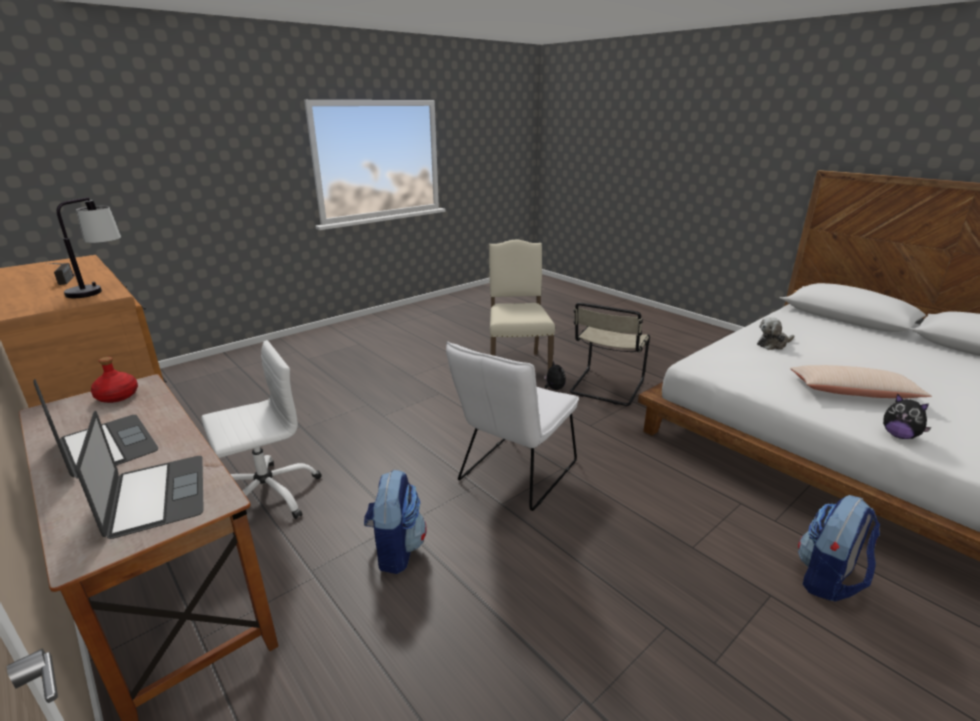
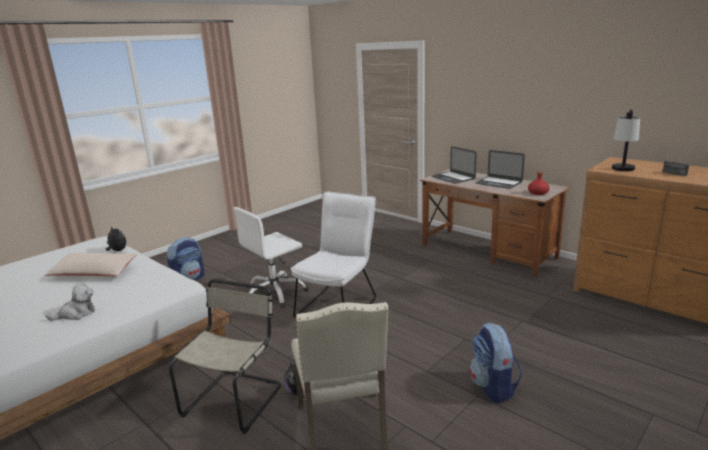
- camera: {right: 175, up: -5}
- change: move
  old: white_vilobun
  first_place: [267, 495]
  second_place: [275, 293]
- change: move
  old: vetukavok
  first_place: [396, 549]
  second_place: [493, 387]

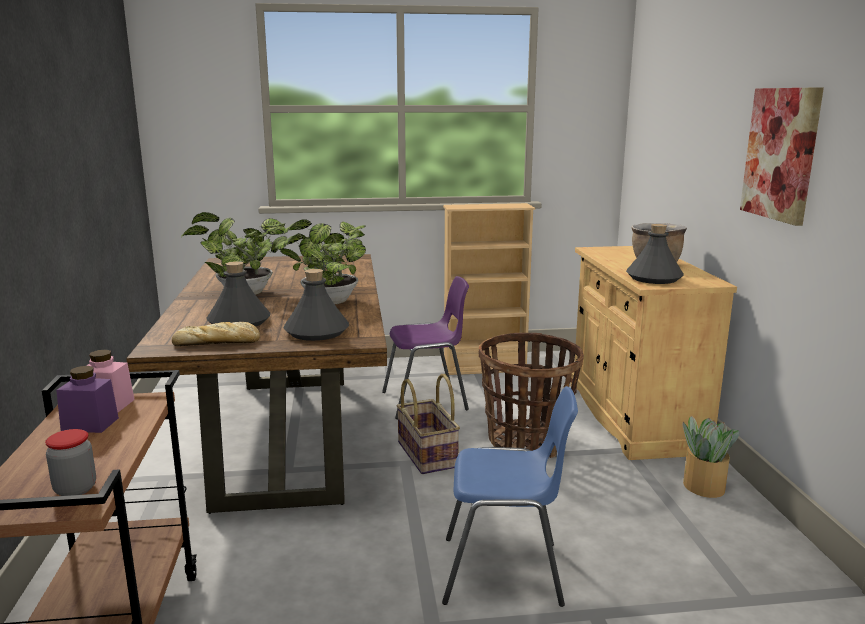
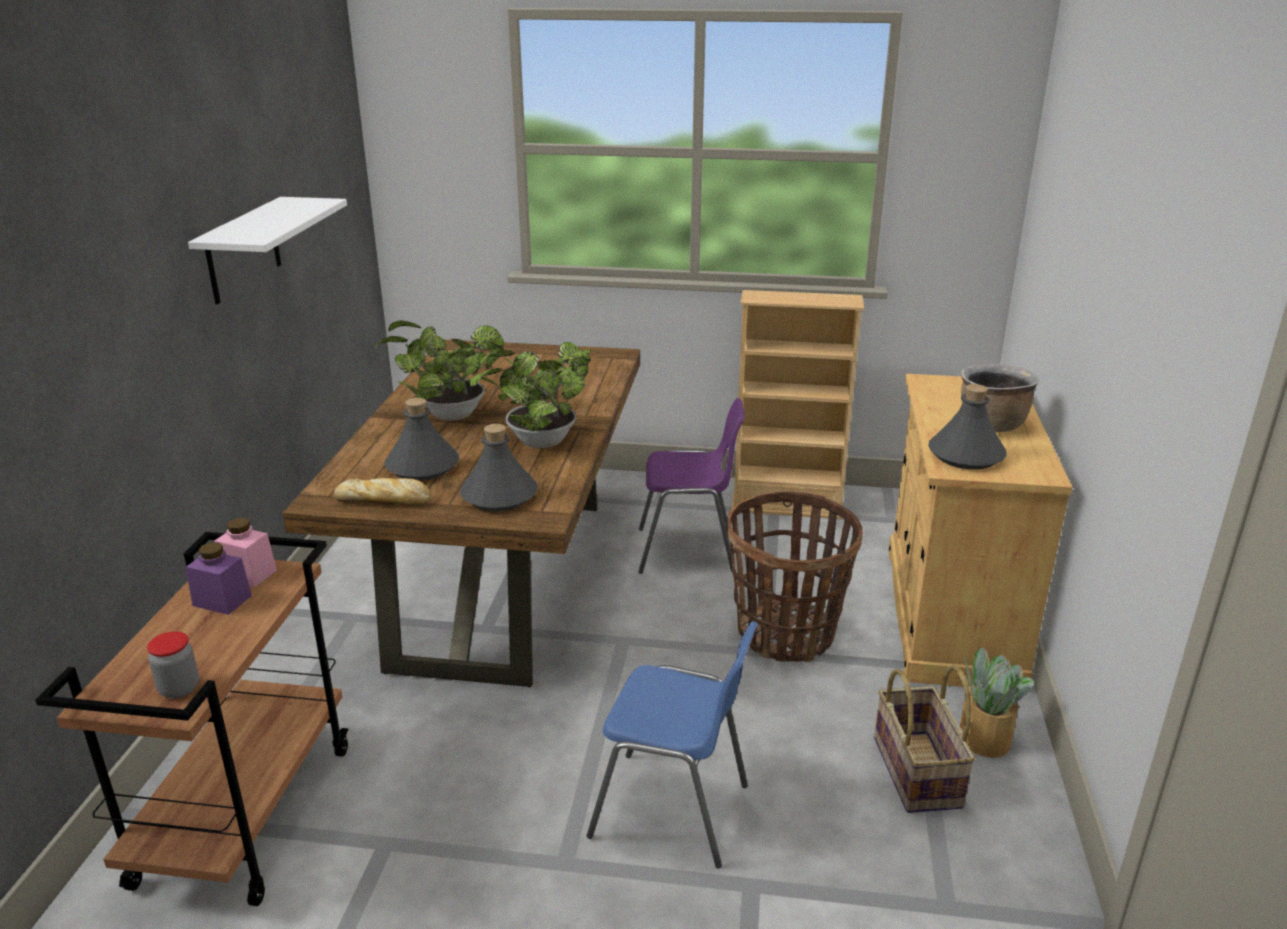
- camera: {right: 15, up: 10}
- change: move
  old: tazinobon
  first_place: [428, 454]
  second_place: [919, 772]
- change: delete
  old: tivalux
  first_place: [781, 154]
- change: insert
  new: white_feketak
  second_place: [243, 250]

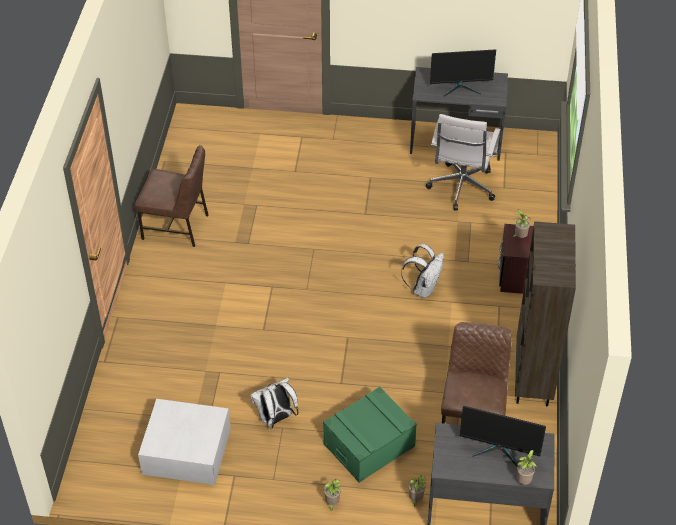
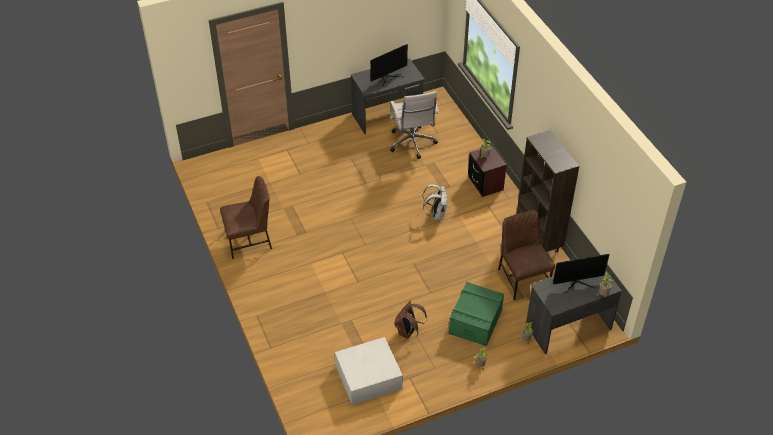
- camera: {right: -30, up: 0}
- change: recolor
  old: white_vetukavok
  new: brown_vetukavok
  first_place: [276, 419]
  second_place: [408, 332]

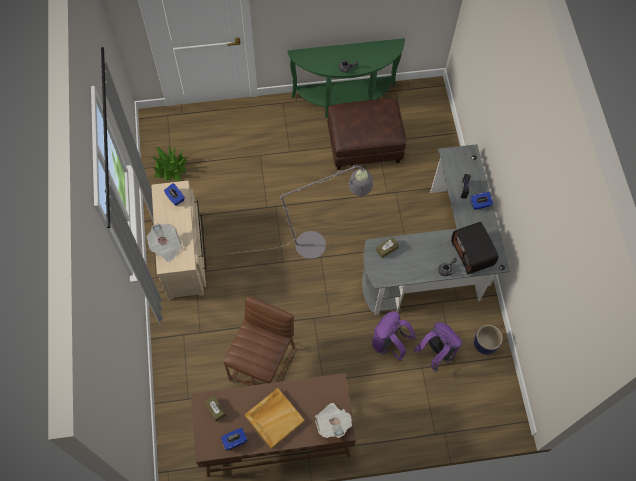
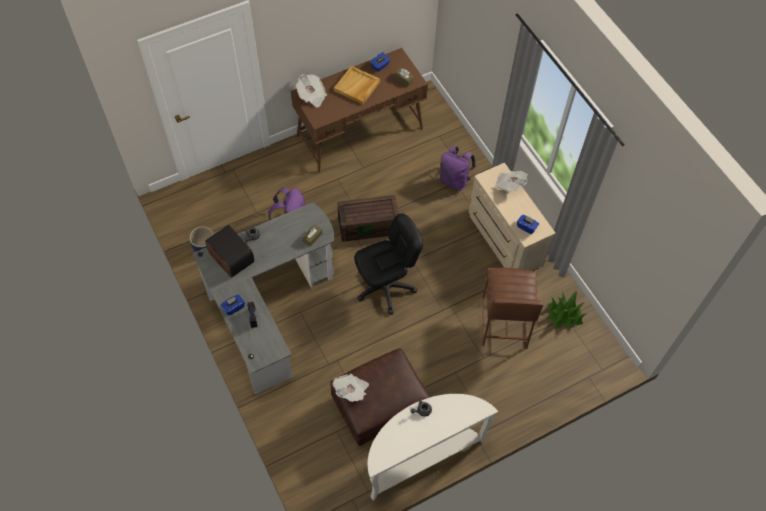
- camera: {right: 160, up: -5}
- change: move
  old: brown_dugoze
  first_place: [263, 364]
  second_place: [503, 323]
- change: replace
  old: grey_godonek
  new: black_vilobun
  first_place: [319, 243]
  second_place: [386, 288]
- change: recolor
  old: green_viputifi
  new: white_viputifi
  first_place: [345, 101]
  second_place: [420, 455]
- change: move
  old: purple_vetukavok
  first_place: [436, 353]
  second_place: [454, 180]
- change: insert
  new: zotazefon
  second_place: [351, 391]
- change: insert
  new: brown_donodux
  second_place: [369, 225]

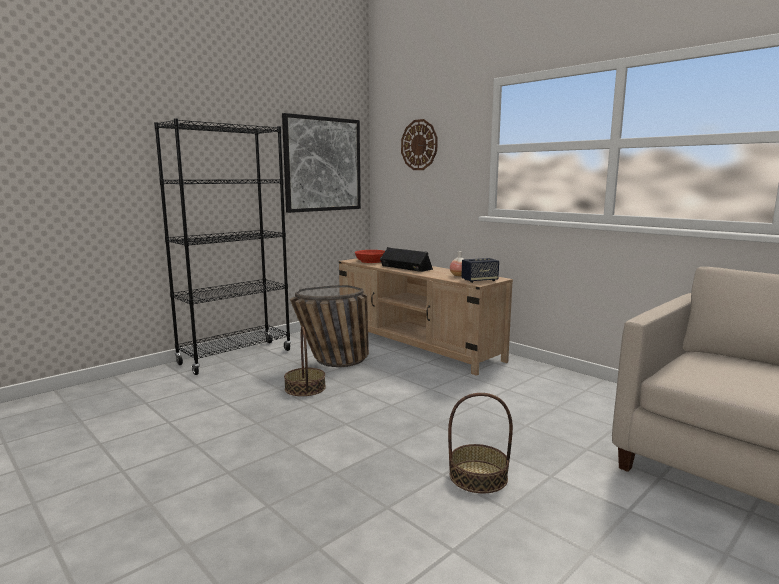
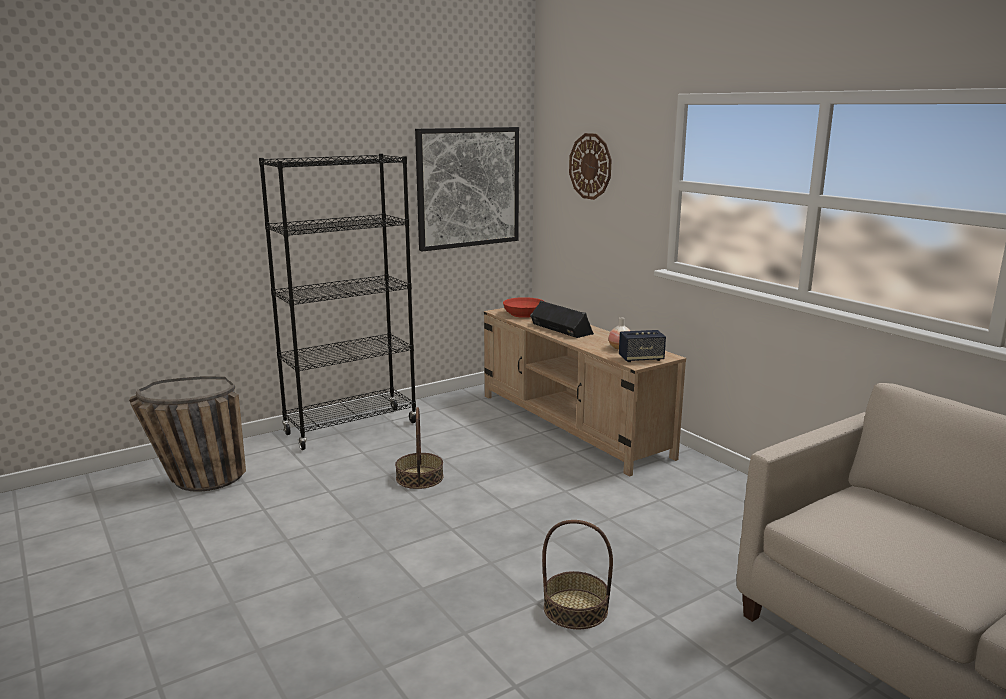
- camera: {right: 10, up: 5}
- change: move
  old: tazinobon
  first_place: [332, 362]
  second_place: [191, 482]

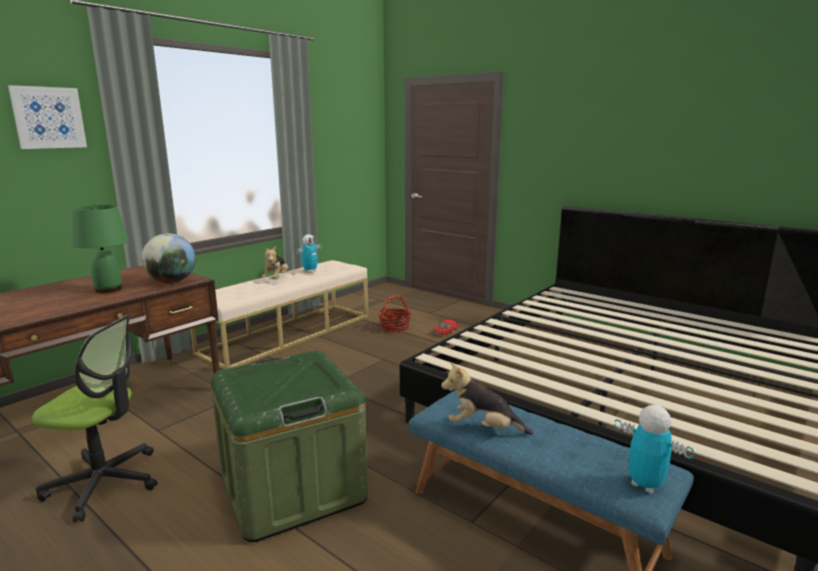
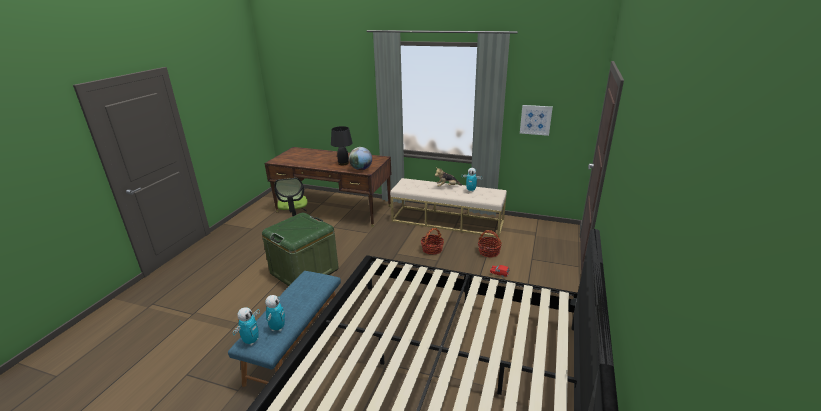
- camera: {right: 70, up: 10}
- change: move
  old: tivalux
  first_place: [48, 117]
  second_place: [535, 120]
- change: recolor
  old: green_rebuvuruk
  new: black_rebuvuruk
  first_place: [109, 290]
  second_place: [343, 163]
- change: delete
  old: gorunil
  first_place: [483, 428]
- change: insert
  new: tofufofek
  second_place: [277, 328]
- change: insert
  new: tazinobon
  second_place: [432, 249]

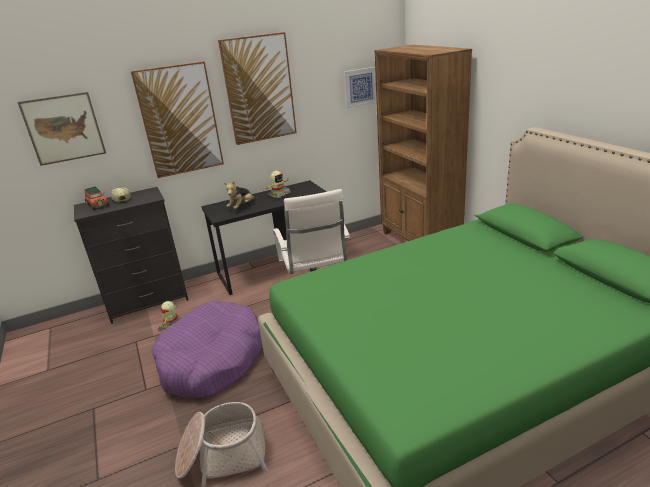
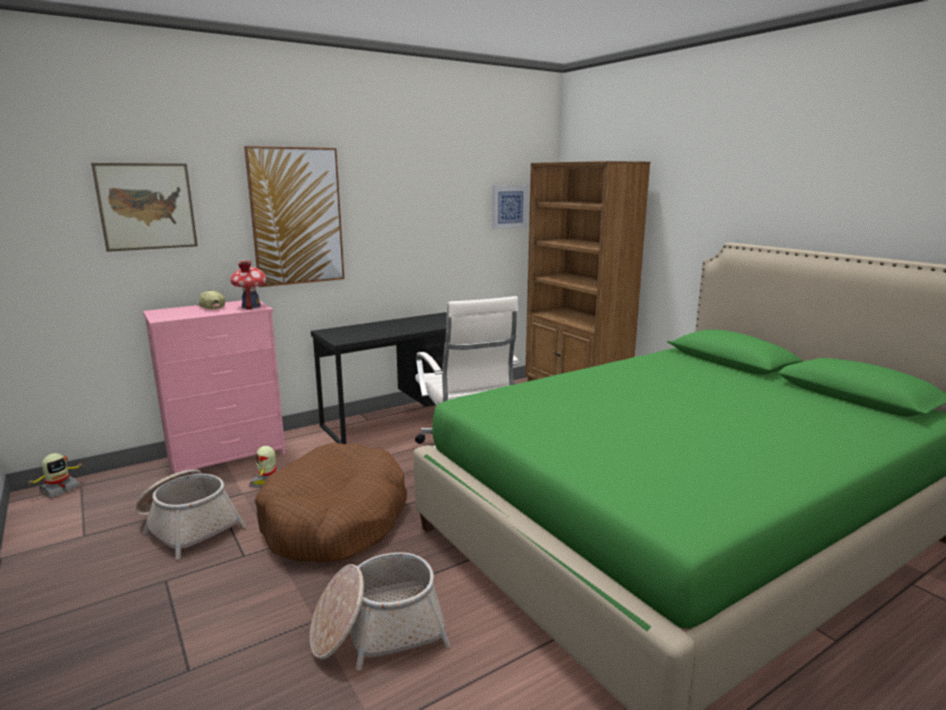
- camera: {right: -10, up: -10}
- change: recolor
  old: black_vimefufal
  new: pink_vimefufal
  first_place: [149, 302]
  second_place: [228, 456]
- change: delete
  old: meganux
  first_place: [97, 204]
- change: recolor
  old: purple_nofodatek
  new: brown_nofodatek
  first_place: [212, 360]
  second_place: [335, 520]
- change: delete
  old: tivalux
  first_place: [259, 89]
- change: delete
  old: gorunil
  first_place: [241, 206]
- change: move
  old: tofufofek
  first_place: [279, 194]
  second_place: [59, 489]
- change: insert
  new: tazinobon
  second_place: [189, 526]
- change: insert
  new: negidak
  second_place: [251, 306]

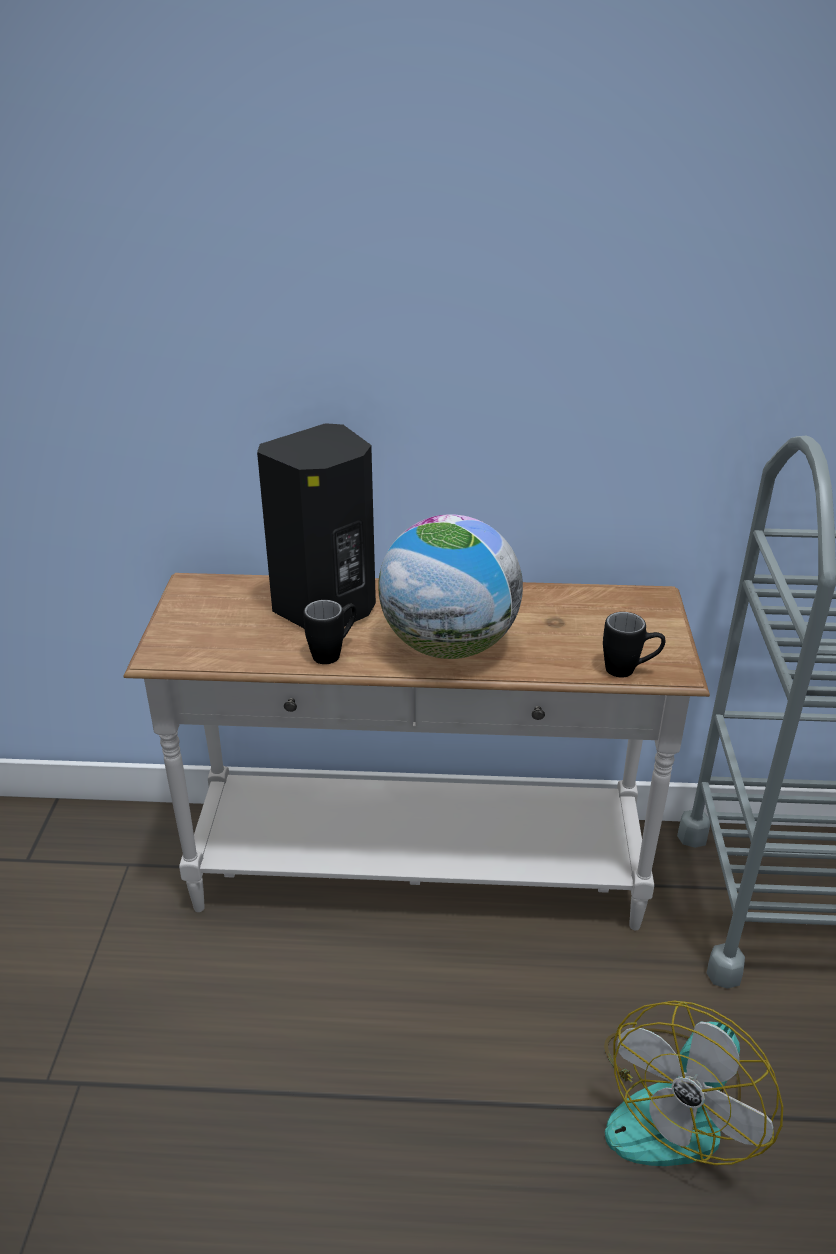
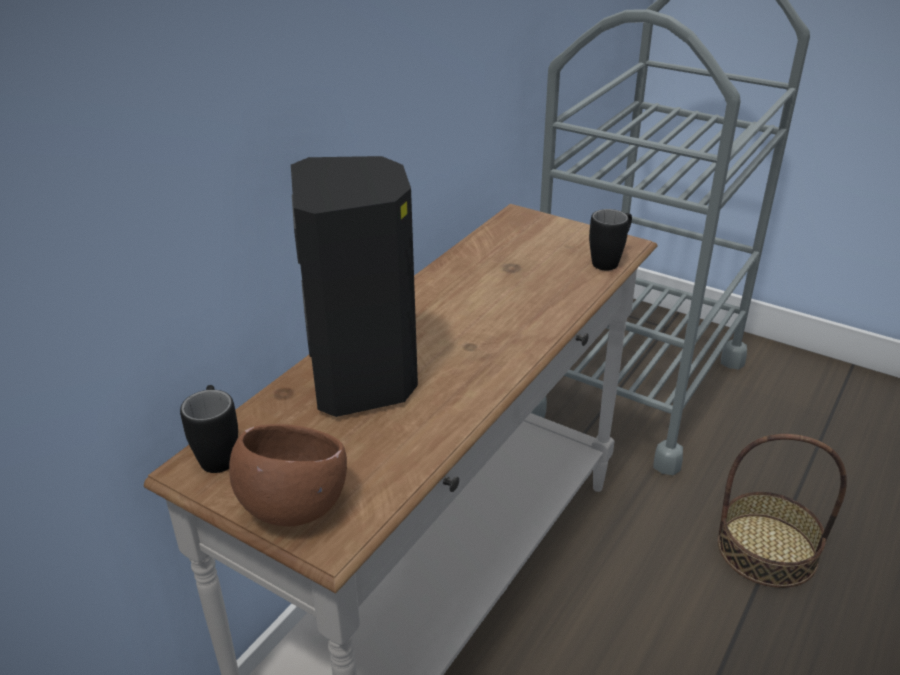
- camera: {right: -60, up: 0}
- change: move
  old: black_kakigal
  first_place: [334, 652]
  second_place: [218, 453]
- change: delete
  old: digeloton
  first_place: [449, 645]
- change: replace
  old: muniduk
  new: tazinobon
  first_place: [676, 1106]
  second_place: [767, 549]
- change: insert
  new: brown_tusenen
  second_place: [293, 508]

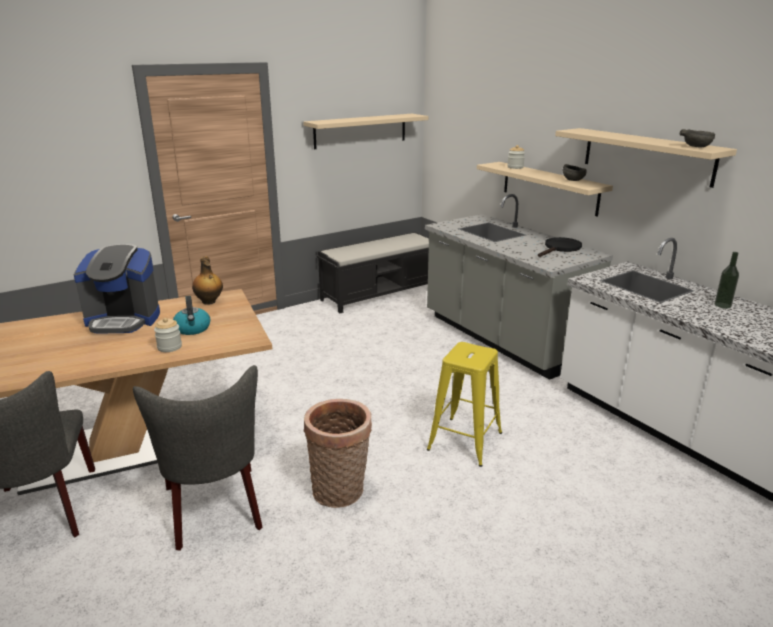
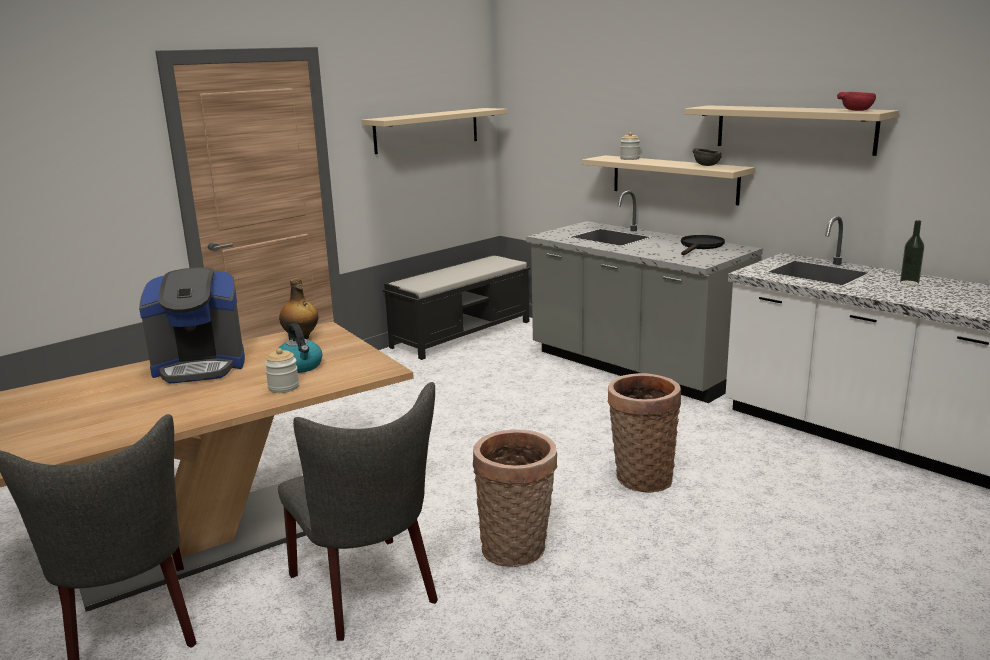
- camera: {right: -10, up: -5}
- change: replace
  old: yellow_dugoze
  new: tazinobon
  first_place: [465, 441]
  second_place: [641, 477]
- change: recolor
  old: grey_tusenen
  new: red_tusenen
  first_place: [696, 147]
  second_place: [856, 110]

